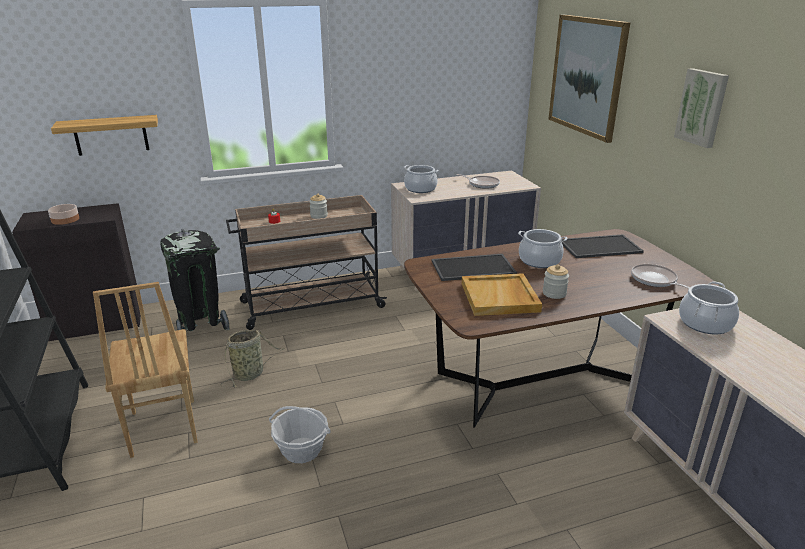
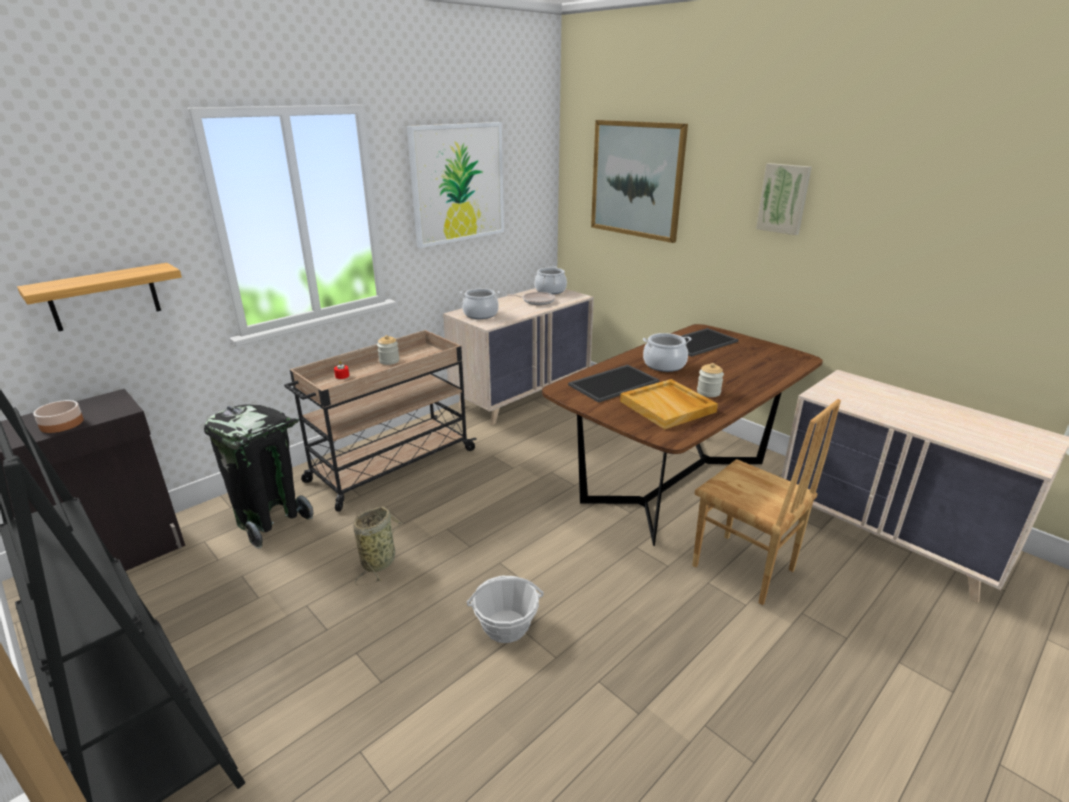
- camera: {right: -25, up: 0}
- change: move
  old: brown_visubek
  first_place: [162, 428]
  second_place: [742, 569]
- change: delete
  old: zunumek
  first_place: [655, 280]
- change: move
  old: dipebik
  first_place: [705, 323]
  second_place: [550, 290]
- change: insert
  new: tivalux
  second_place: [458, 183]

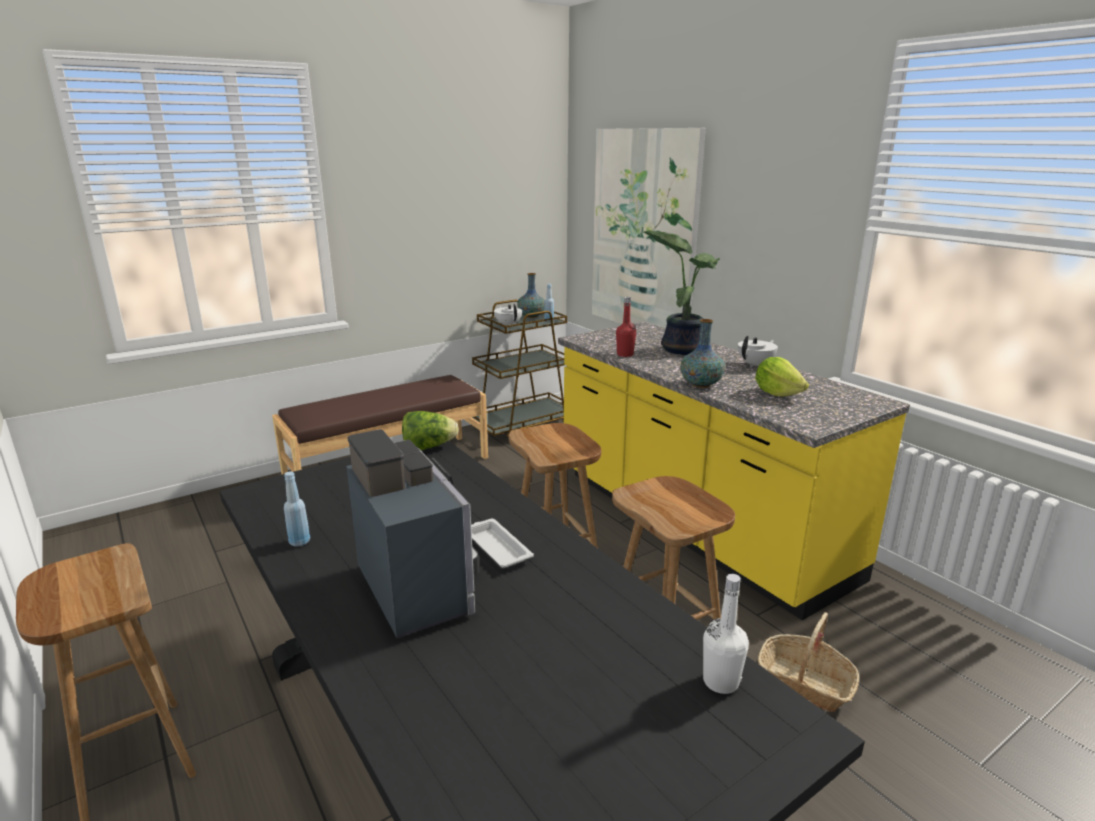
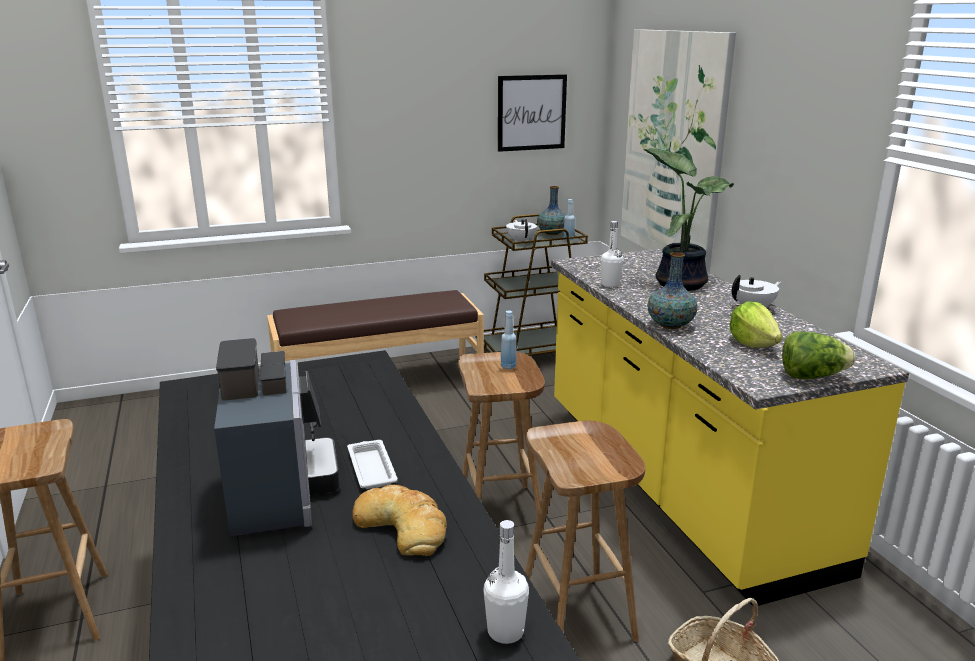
- camera: {right: 15, up: 0}
- change: move
  old: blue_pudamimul
  first_place: [299, 542]
  second_place: [508, 366]
- change: move
  old: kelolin
  first_place: [428, 447]
  second_place: [812, 376]
- change: recolor
  old: red_pudamimul
  new: white_pudamimul
  first_place: [625, 354]
  second_place: [610, 284]
- change: insert
  new: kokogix
  second_place: [403, 526]
- change: insert
  new: tivalux
  second_place: [531, 112]

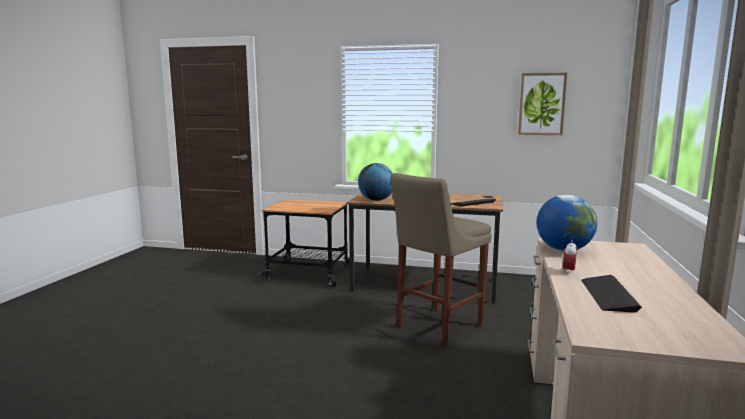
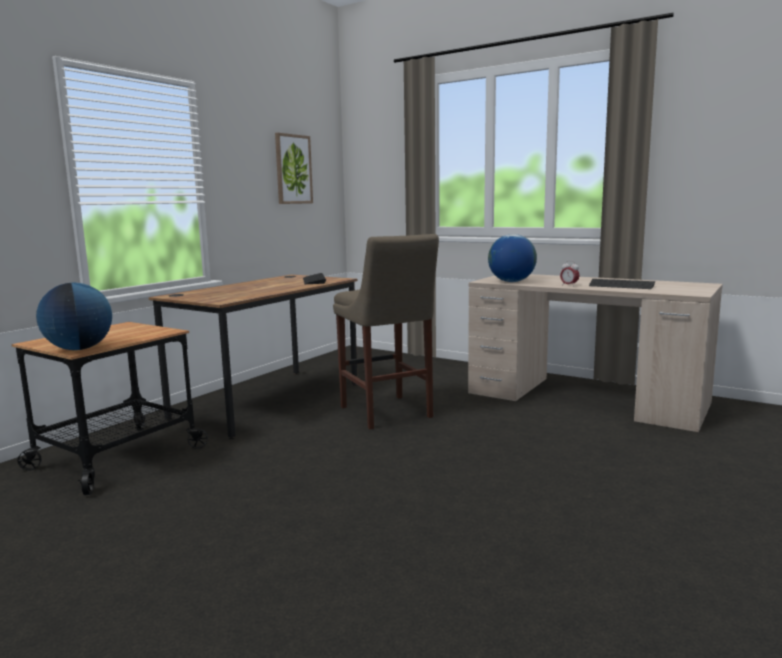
- camera: {right: -70, up: 0}
- change: move
  old: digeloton
  first_place: [376, 200]
  second_place: [79, 349]

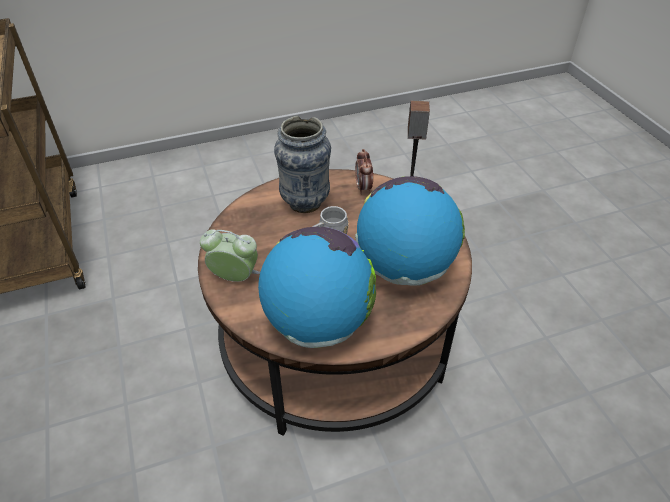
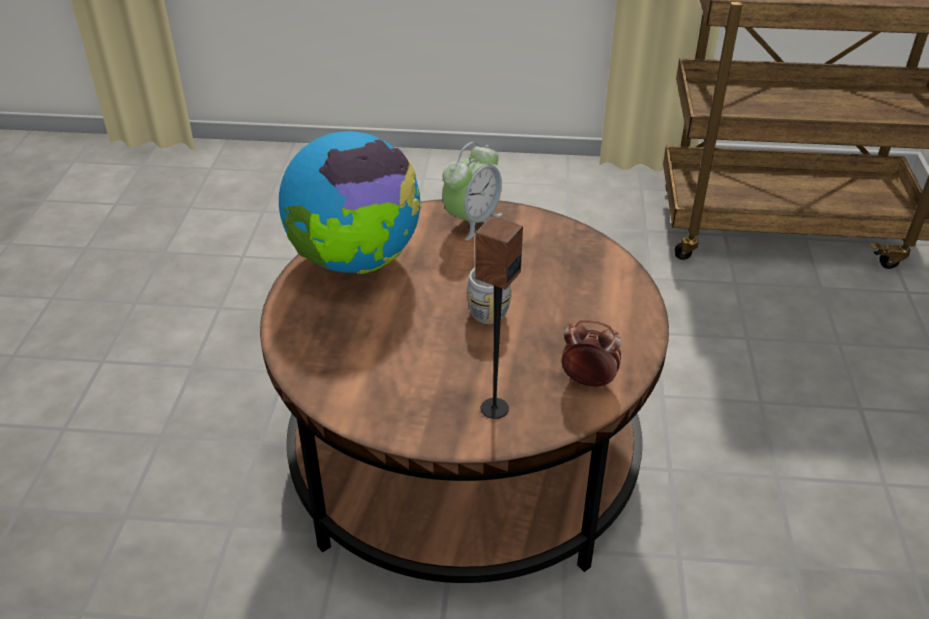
- camera: {right: 115, up: -5}
- change: delete
  old: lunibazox
  first_place: [305, 202]
- change: delete
  old: digeloton
  first_place: [405, 268]

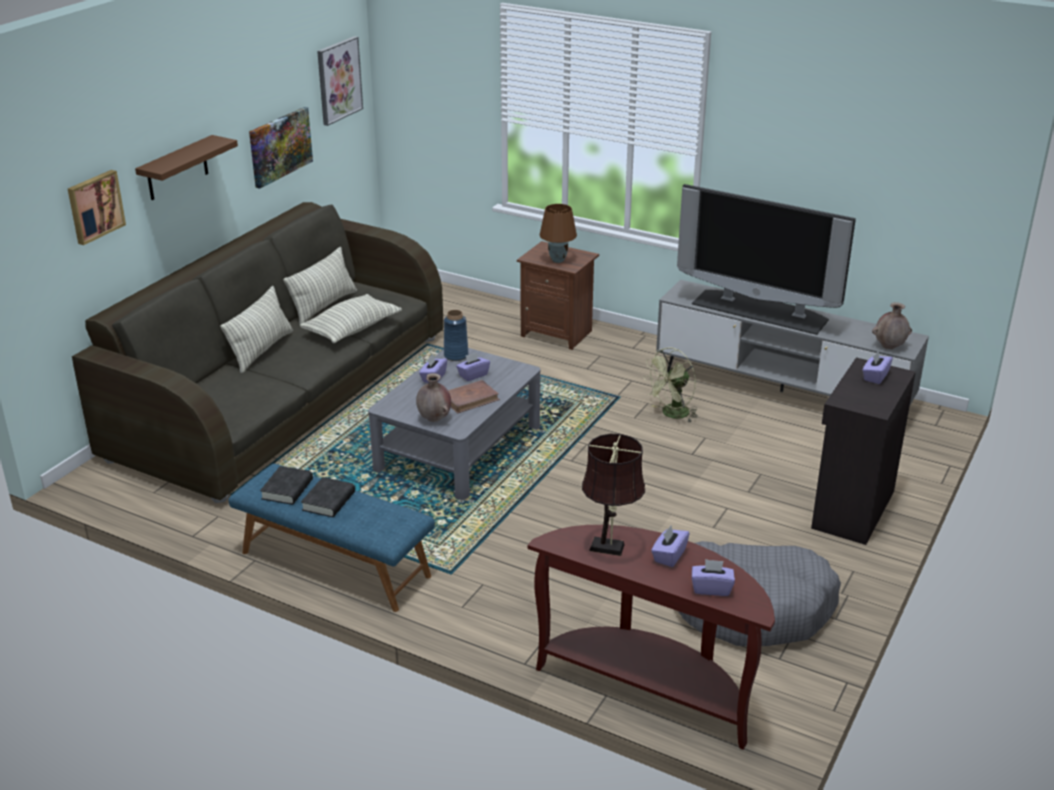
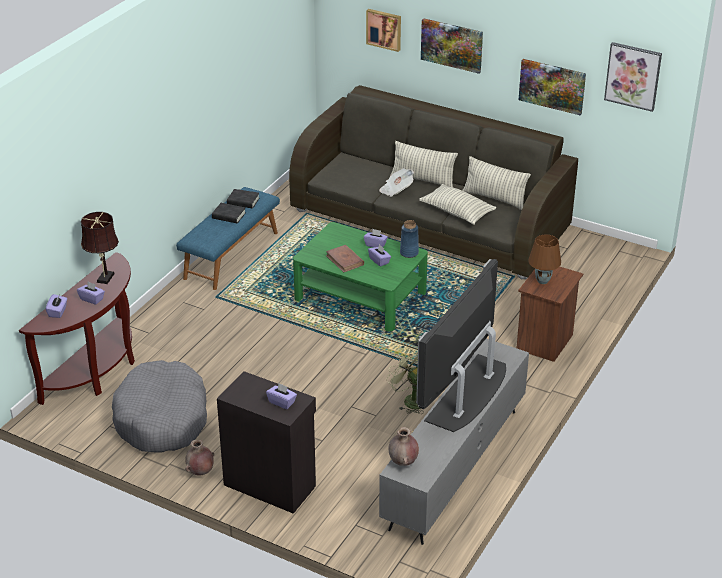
- camera: {right: 90, up: 5}
- change: replace
  old: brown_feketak
  new: tivalux
  first_place: [177, 168]
  second_place: [452, 45]
- change: recolor
  old: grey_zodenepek
  new: green_zodenepek
  first_place: [458, 447]
  second_place: [360, 296]
- change: move
  old: brown_lunibazox
  first_place: [434, 419]
  second_place: [200, 472]
- change: insert
  new: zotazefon
  second_place: [396, 190]

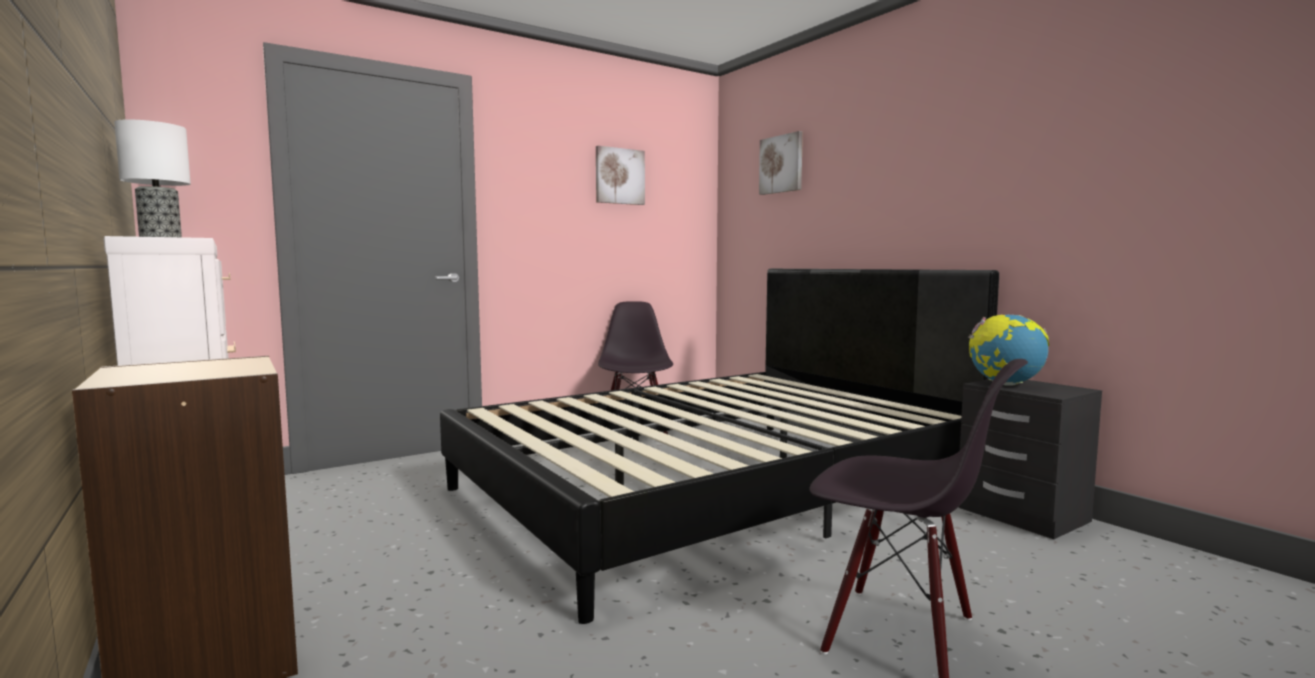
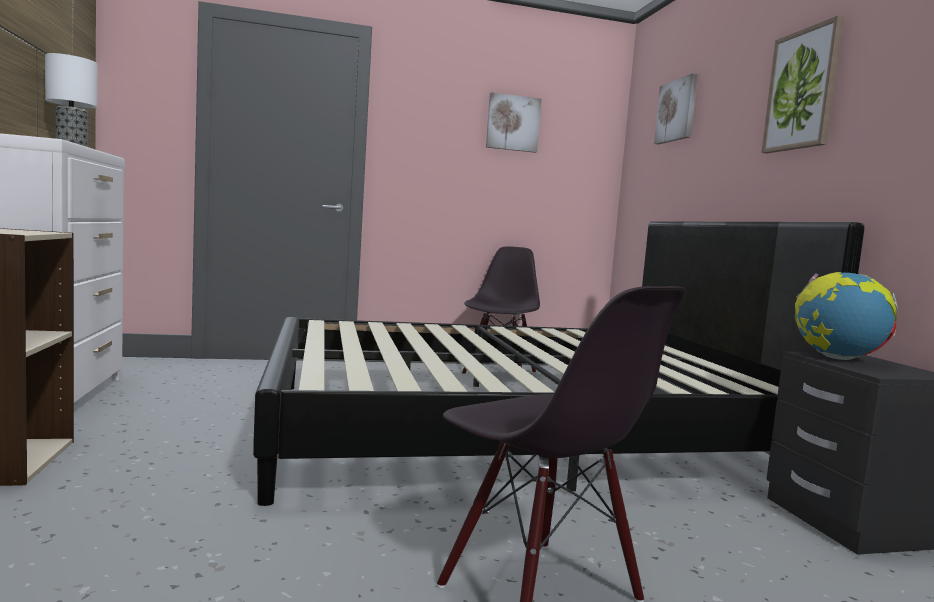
- camera: {right: 20, up: 0}
- change: insert
  new: tivalux
  second_place: [802, 90]

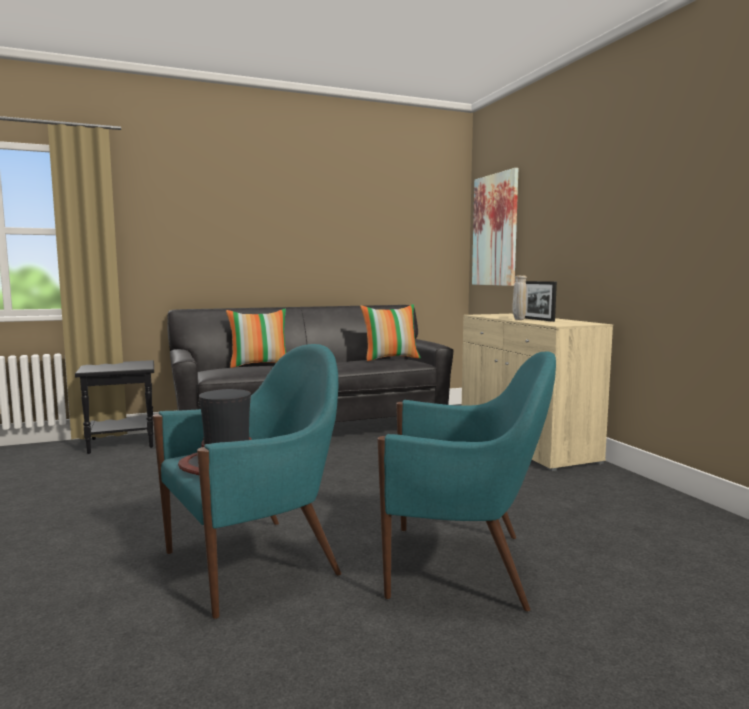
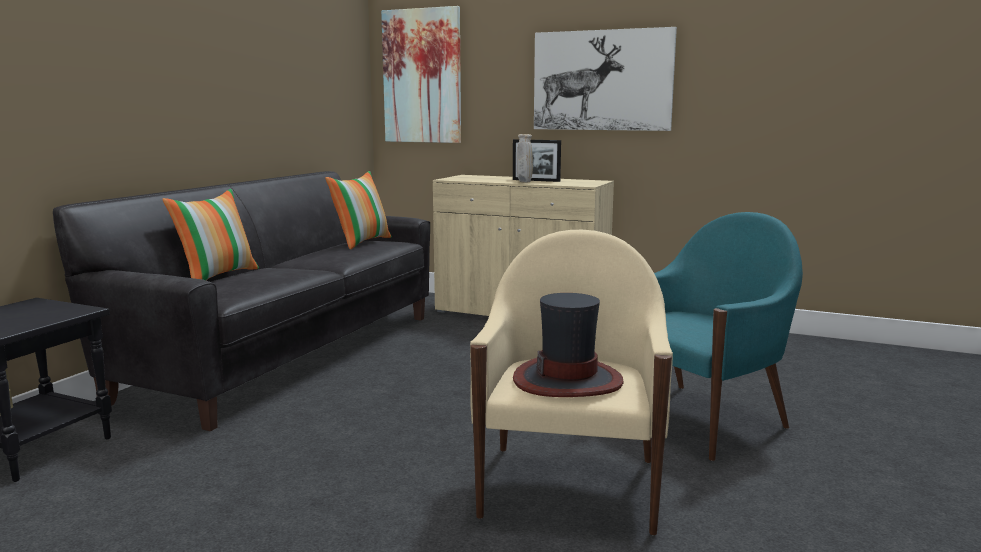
- camera: {right: -45, up: 5}
- change: recolor
  old: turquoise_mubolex
  new: beige_mubolex
  first_place: [255, 562]
  second_place: [570, 485]
- change: insert
  new: tivalux
  second_place: [602, 80]

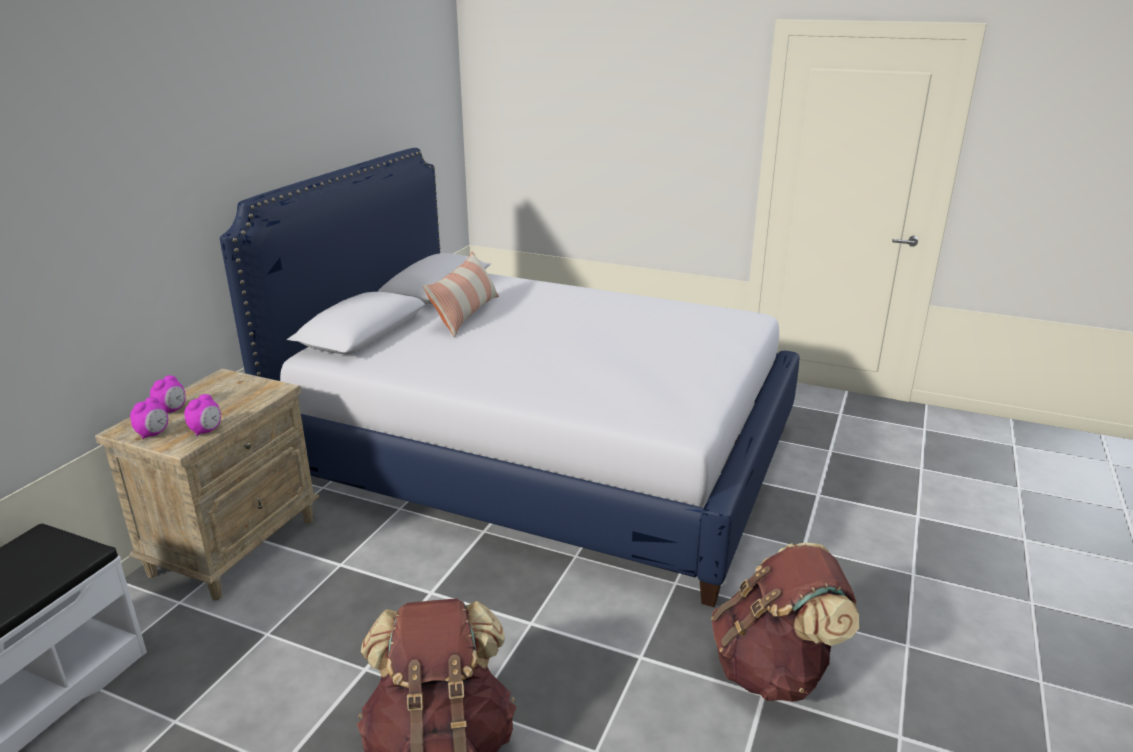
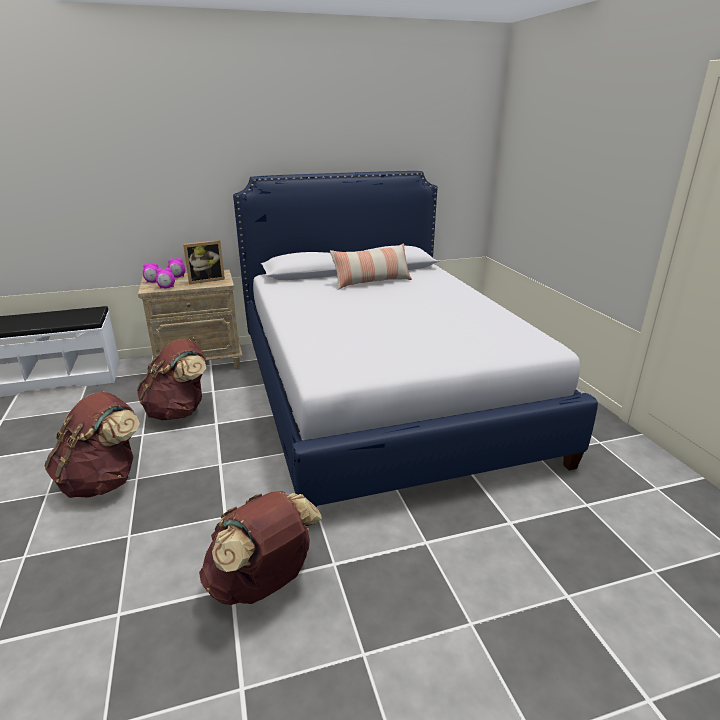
- camera: {right: 50, up: 0}
- change: insert
  new: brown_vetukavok
  second_place: [179, 411]
- change: insert
  new: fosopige
  second_place: [206, 280]

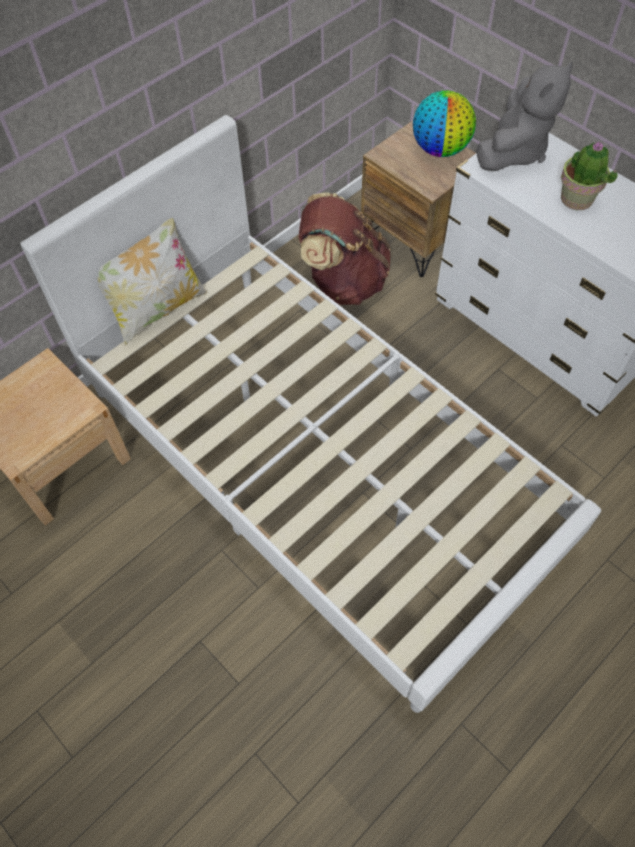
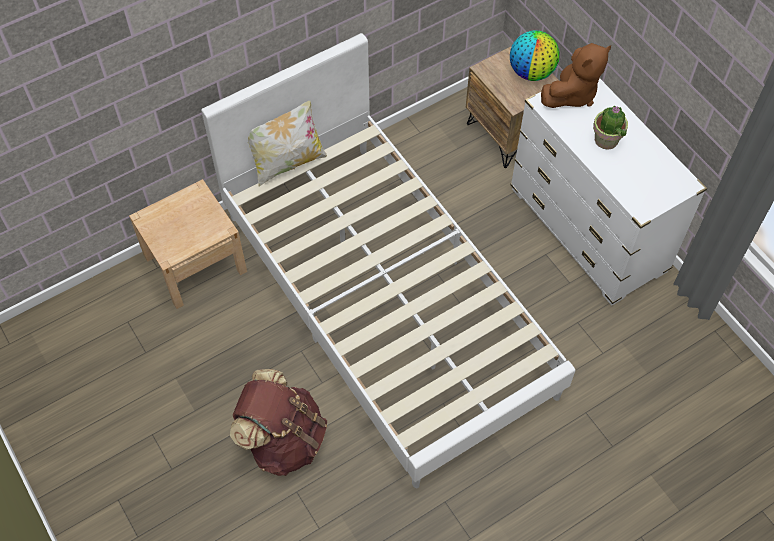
- camera: {right: 10, up: 0}
- change: move
  old: brown_vetukavok
  first_place: [343, 281]
  second_place: [283, 439]
- change: recolor
  old: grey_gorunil
  new: brown_gorunil
  first_place: [514, 151]
  second_place: [572, 94]

